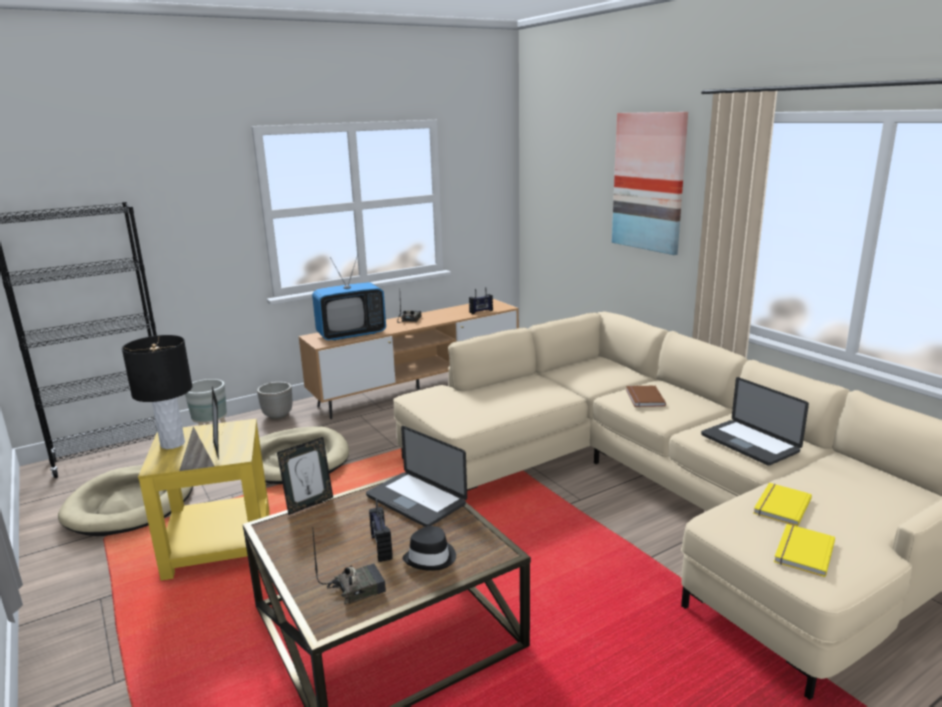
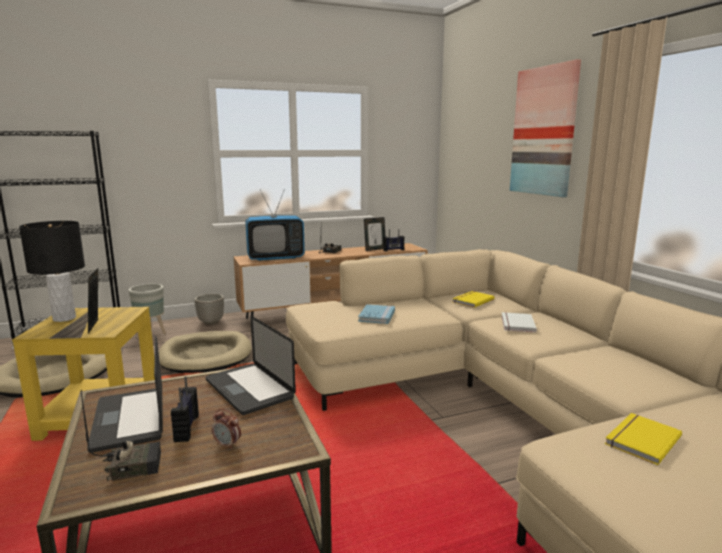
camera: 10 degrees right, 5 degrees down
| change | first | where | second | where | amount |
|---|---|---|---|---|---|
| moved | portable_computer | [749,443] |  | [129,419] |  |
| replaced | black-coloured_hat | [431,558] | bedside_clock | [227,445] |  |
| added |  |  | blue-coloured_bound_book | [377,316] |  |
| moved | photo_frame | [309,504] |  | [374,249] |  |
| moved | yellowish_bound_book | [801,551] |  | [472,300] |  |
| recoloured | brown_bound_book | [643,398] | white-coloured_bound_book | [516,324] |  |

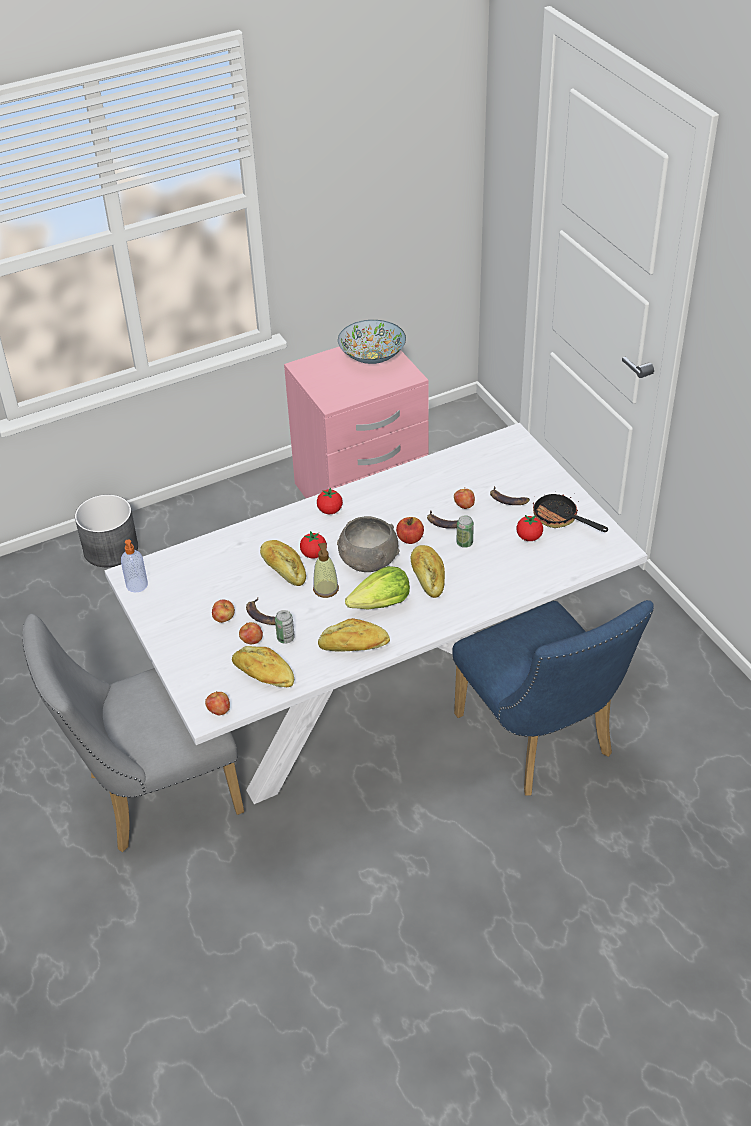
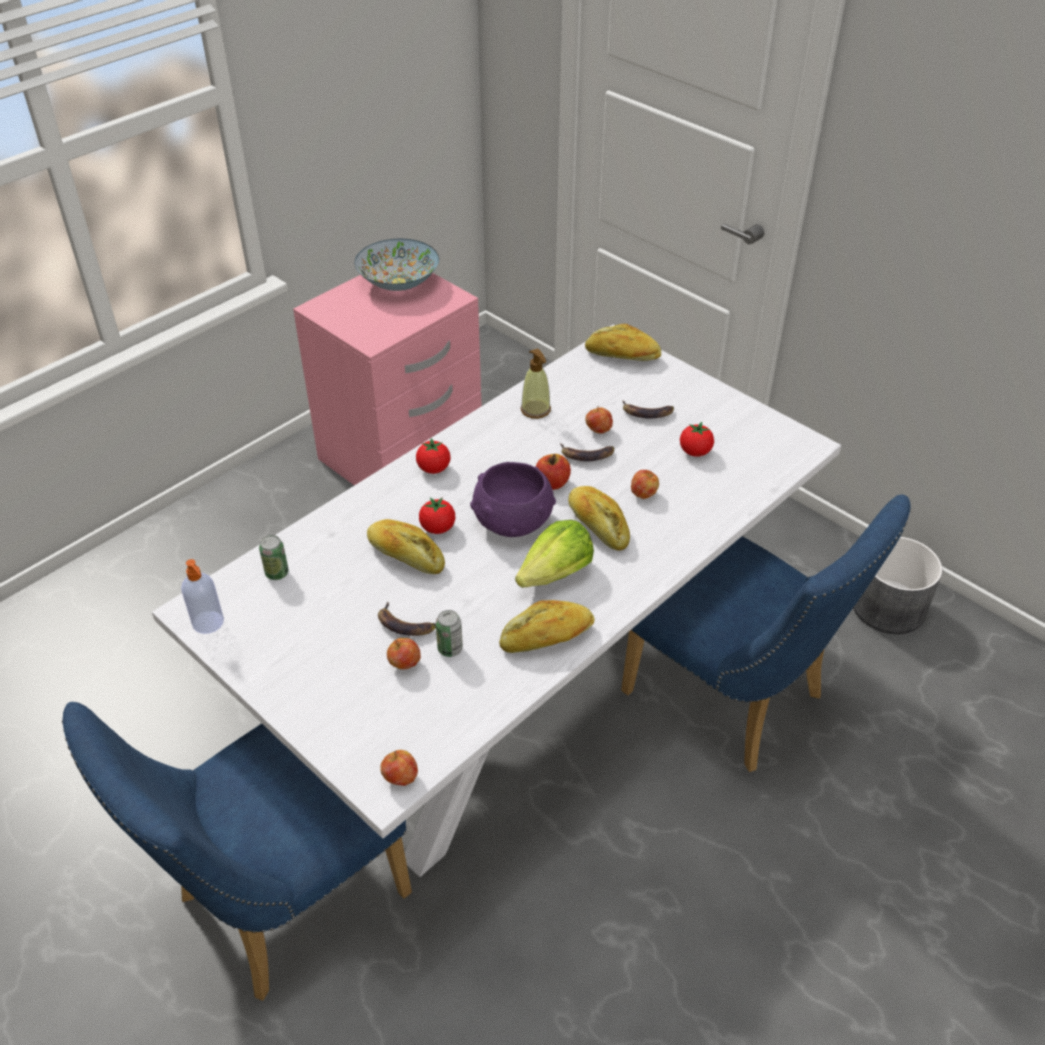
camera: 20 degrees left, 0 degrees up
| change | first | where | second | where | amount |
|---|---|---|---|---|---|
| recoloured | grey_chair | [153,795] | blue-coloured_chair | [278,902] |  |
| moved | can | [464,543] |  | [277,573] |  |
| recoloured | grey_serving_bowl | [368,560] | purple_serving_bowl | [512,521] |  |
| moved | soap_dispenser | [326,589] |  | [535,410] |  |
| moved | bakery_bread | [263,675] |  | [622,355] |  |
| moved | apple_fruit | [224,618] |  | [643,494] |  |
| moved | grey_flower_pot | [110,548] |  | [887,607] |  |
| removed | skillet | [560,519] |  |  |  |

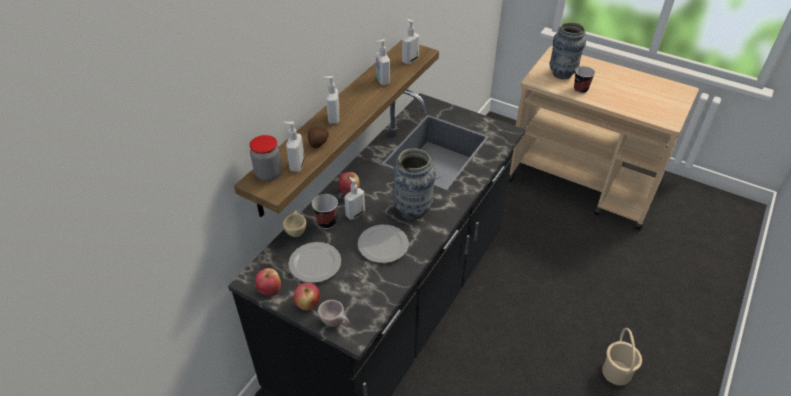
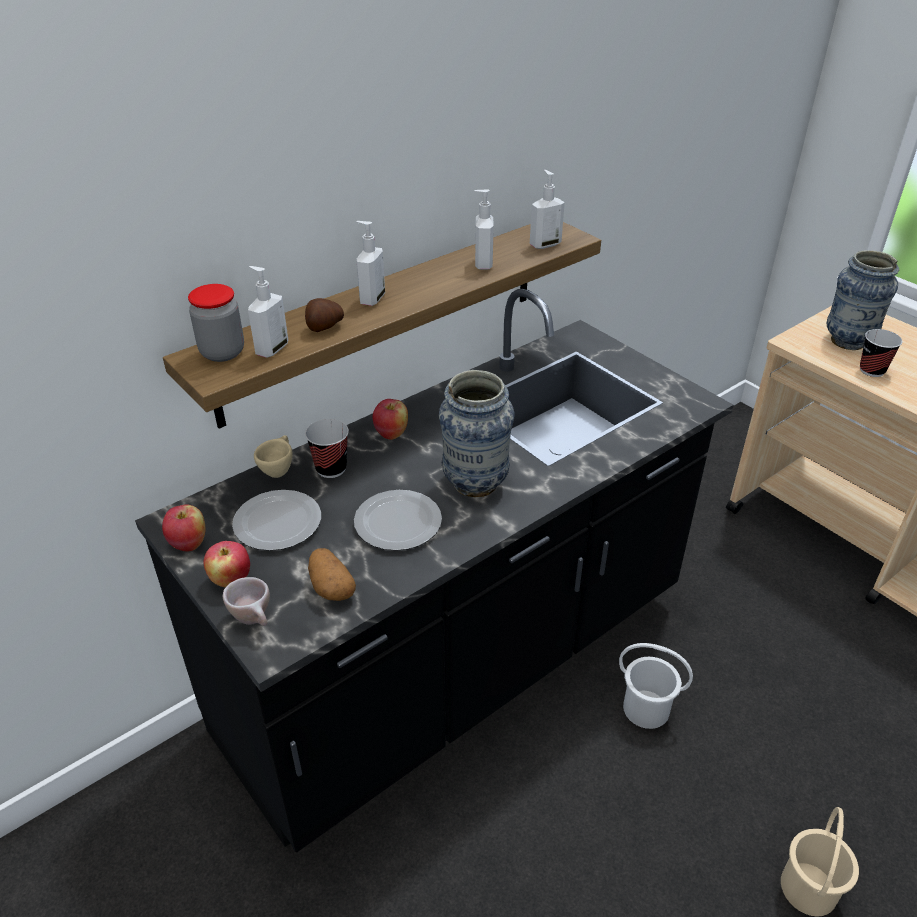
camera: 20 degrees right, 5 degrees down
| change | first | where | second | where | amount |
|---|---|---|---|---|---|
| added |  |  | whole_potato | [331,587] |  |
| added |  |  | white-coloured_water_bucket | [646,708] |  |
| removed | soap_dispenser | [355,214] |  |  |  |

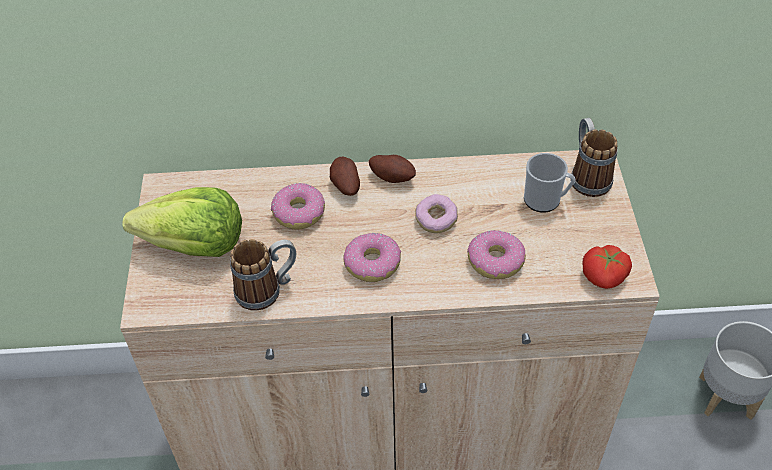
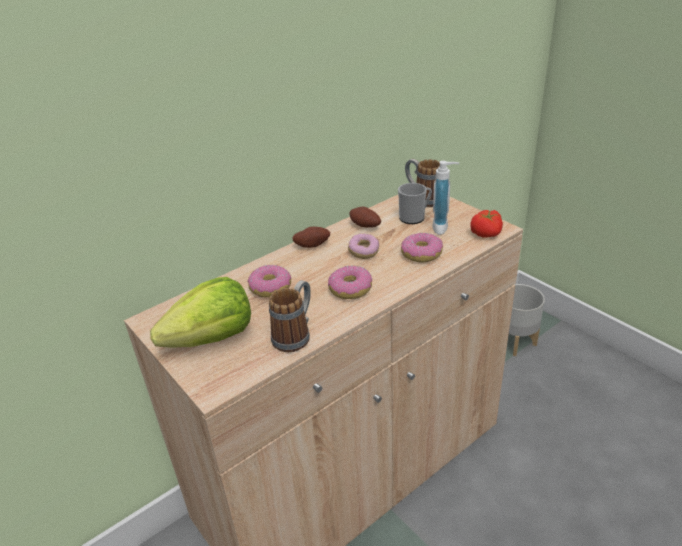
camera: 35 degrees left, 15 degrees down
| change | first | where | second | where | amount |
|---|---|---|---|---|---|
| moved | whole_potato | [345,186] |  | [364,226] |  |
| added |  |  | soap_dispenser | [443,227] |  |

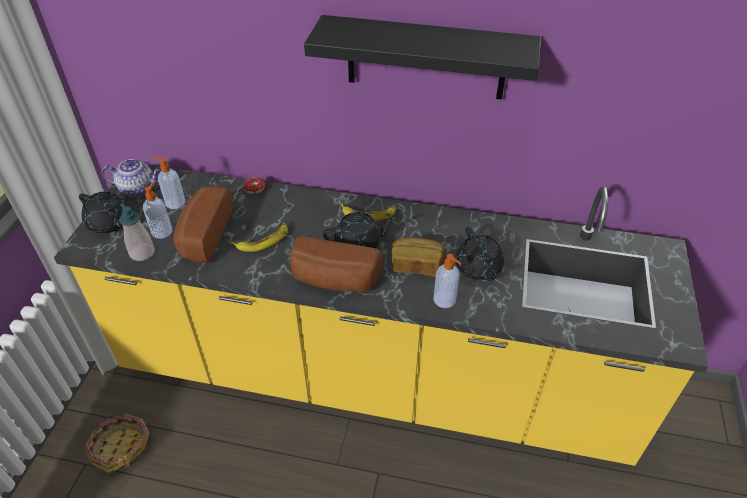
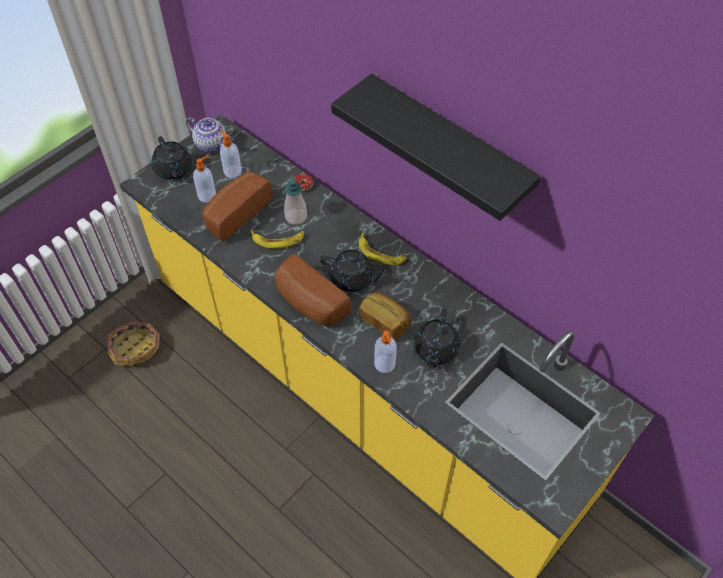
camera: 30 degrees right, 10 degrees up
| change | first | where | second | where | amount |
|---|---|---|---|---|---|
| moved | soap_dispenser | [142,253] |  | [296,217] |  |

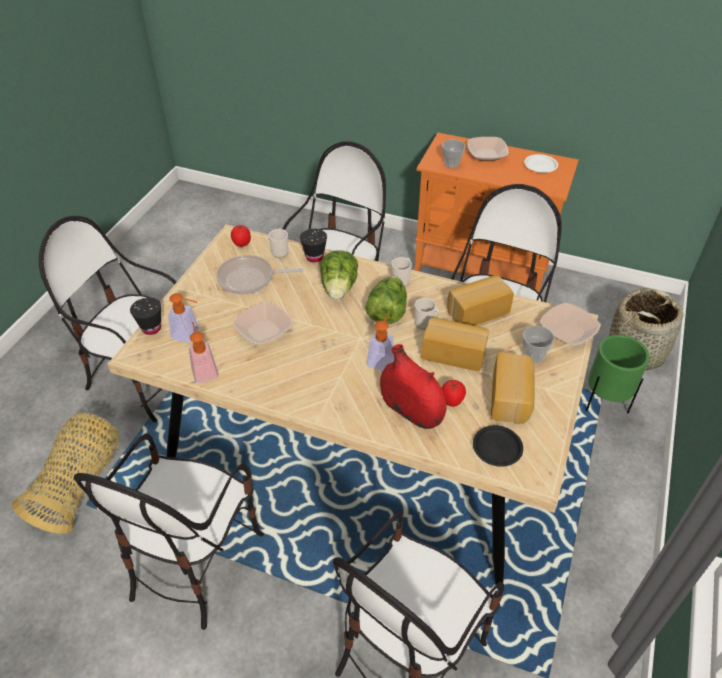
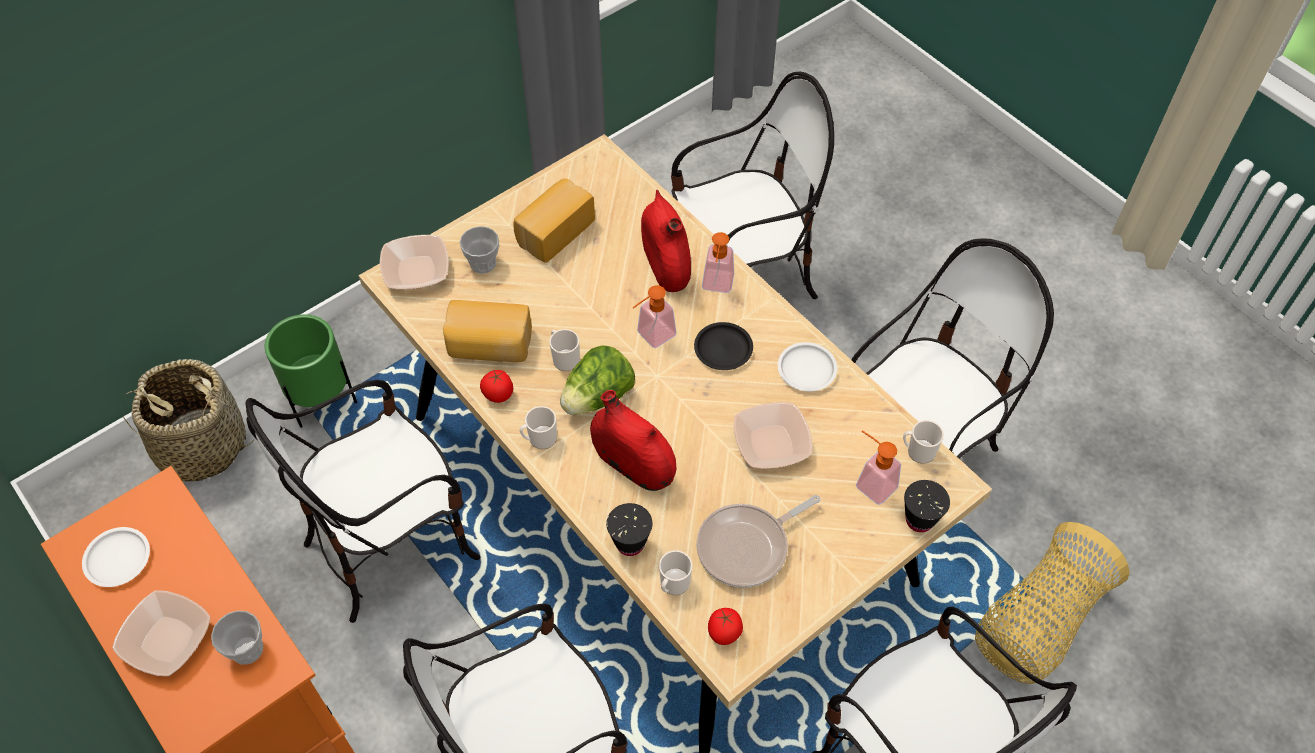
camera: 150 degrees left, 10 degrees up
| change | first | where | second | where | amount |
|---|---|---|---|---|---|
| moved | fresh_tomato | [452,401] |  | [498,395] |  |
| replaced | lettuce | [339,289] | reddish_vase | [633,465] |  |
| moved | black-coloured_plate | [496,448] |  | [723,349] |  |
| turned | skillet | [249,279] |  | [747,547] | 120 degrees clockwise |
| moved | soap_dispenser | [204,369] |  | [716,286] |  |
| added |  |  | white-coloured_plate | [807,369] |  |
| added |  |  | mug | [918,451] |  |
| removed | bakery_bread | [453,352] |  |  |  |

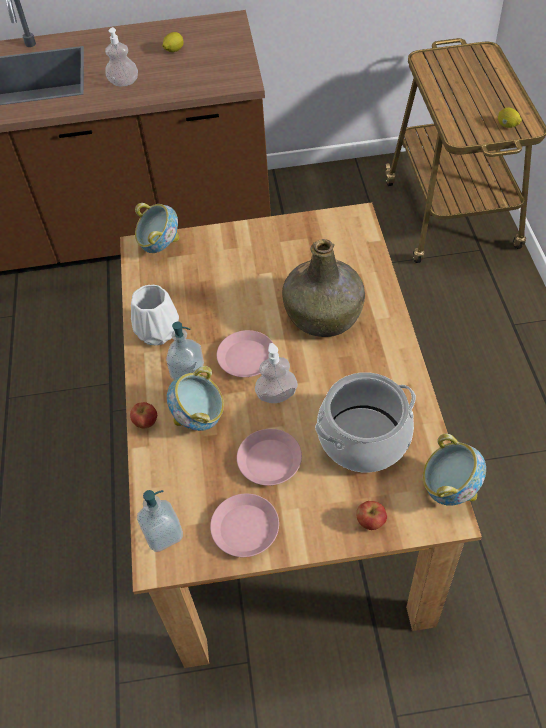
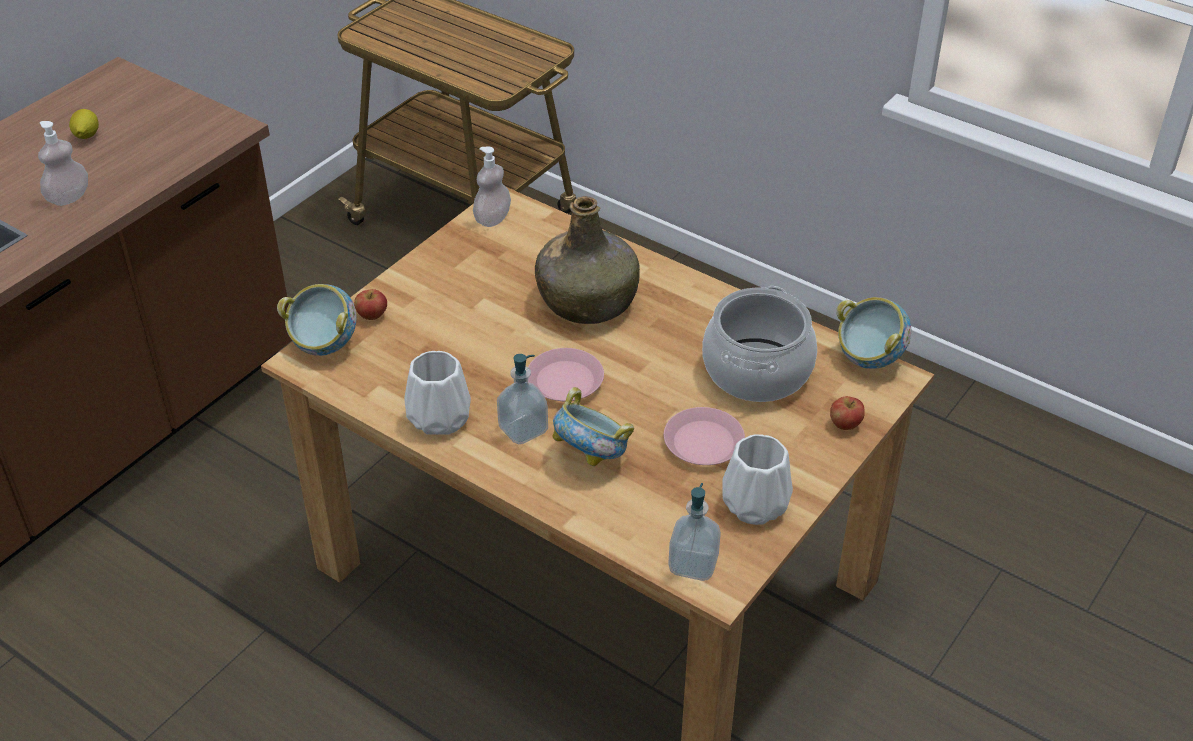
camera: 50 degrees left, 10 degrees down
| change | first | where | second | where | amount |
|---|---|---|---|---|---|
| moved | apple_fruit | [146,422] |  | [372,315] |  |
| moved | soap_dispenser | [277,395] |  | [492,219] |  |
| replaced | pink-coloured_plate | [245,528] | white-coloured_vase | [756,505] |  |
| removed | citrus_fruit | [507,126] |  |  |  |

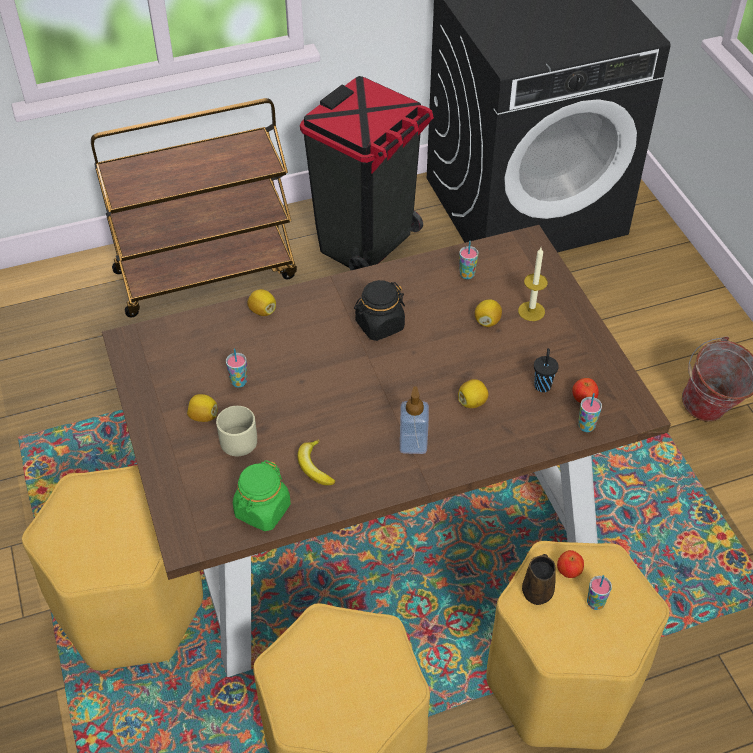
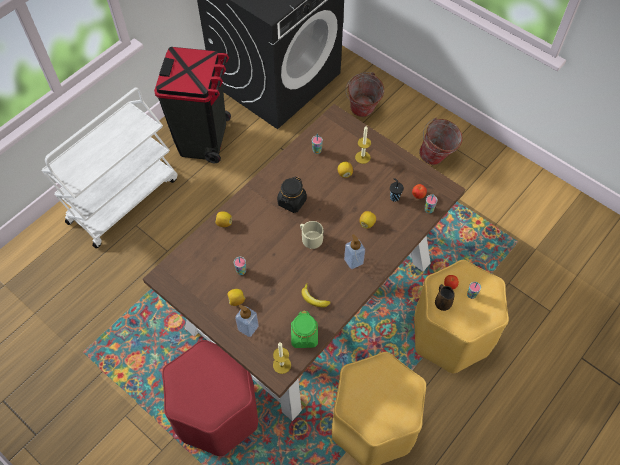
camera: 30 degrees left, 10 degrees up
| change | first | where | second | where | amount |
|---|---|---|---|---|---|
| recoloured | brown_wheeled_cart | [206,273] | white-coloured_wheeled_cart | [123,199] |  |
| recoloured | yellowish_stool_seat | [130,608] | reddish_stool_seat | [217,413] |  |
| added |  |  | soap_dispenser | [248,327] |  |
| added |  |  | wax_light | [282,365] |  |
| moved | beige-coloured_mug | [237,437] |  | [310,238] |  |
| added |  |  | water_bucket | [362,113] |  |

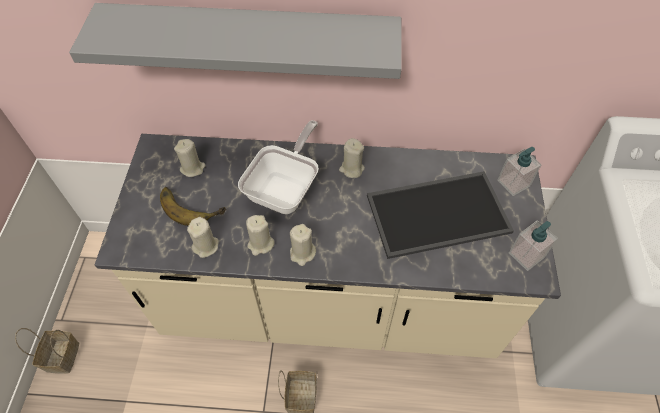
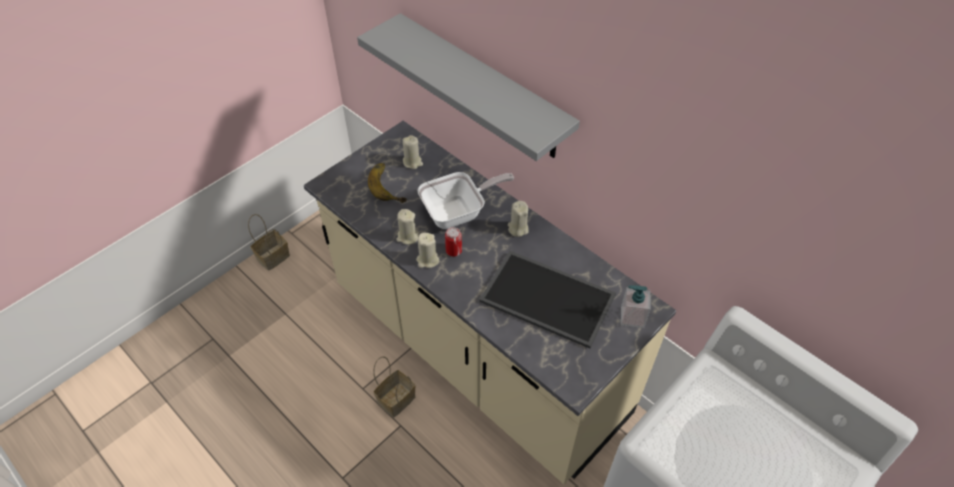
camera: 40 degrees right, 5 degrees down
| change | first | where | second | where | amount |
|---|---|---|---|---|---|
| added |  |  | can | [453,251] |  |
| removed | beige-coloured_wax_light | [206,246] |  |  |  |
| removed | soap_dispenser | [526,255] |  |  |  |

